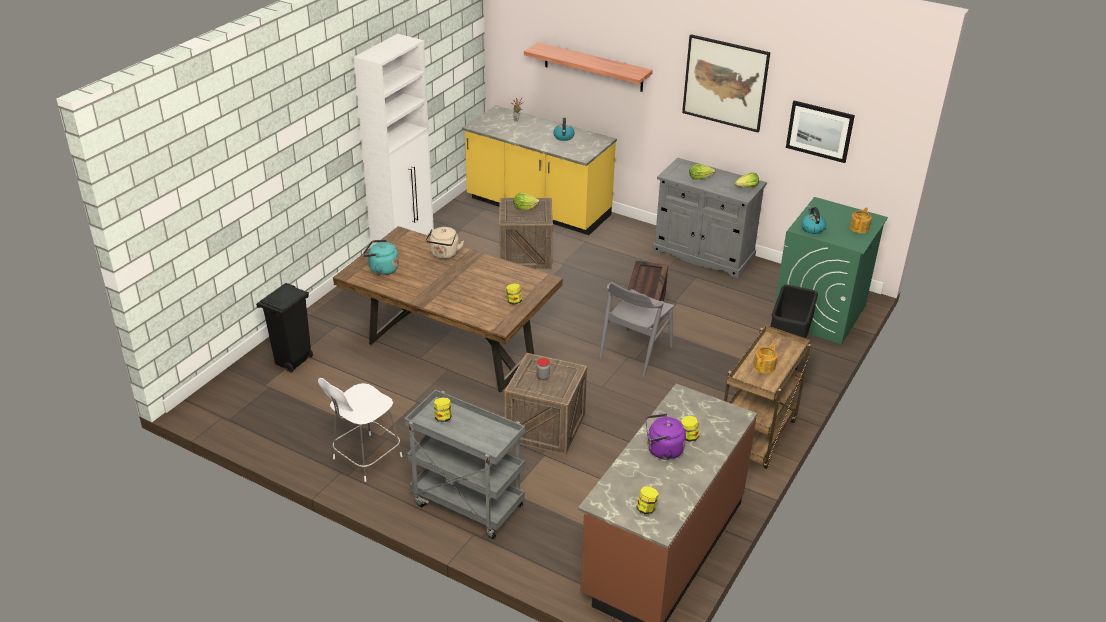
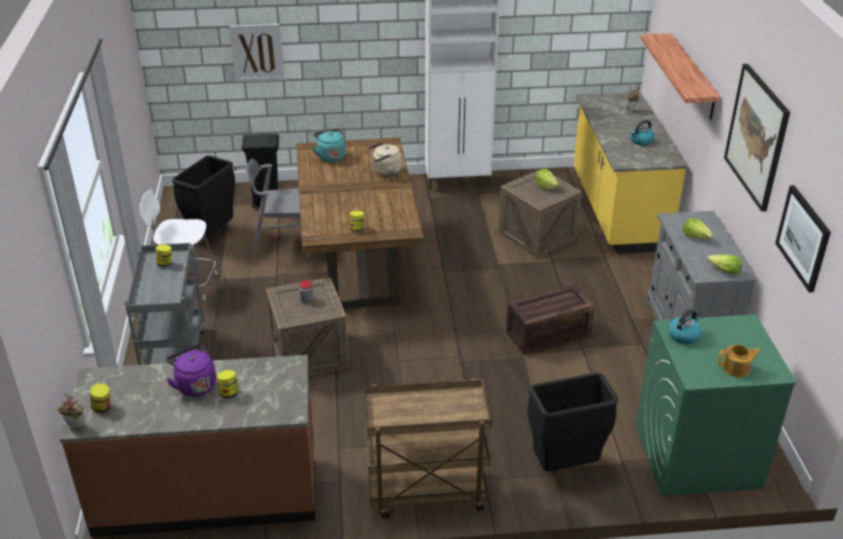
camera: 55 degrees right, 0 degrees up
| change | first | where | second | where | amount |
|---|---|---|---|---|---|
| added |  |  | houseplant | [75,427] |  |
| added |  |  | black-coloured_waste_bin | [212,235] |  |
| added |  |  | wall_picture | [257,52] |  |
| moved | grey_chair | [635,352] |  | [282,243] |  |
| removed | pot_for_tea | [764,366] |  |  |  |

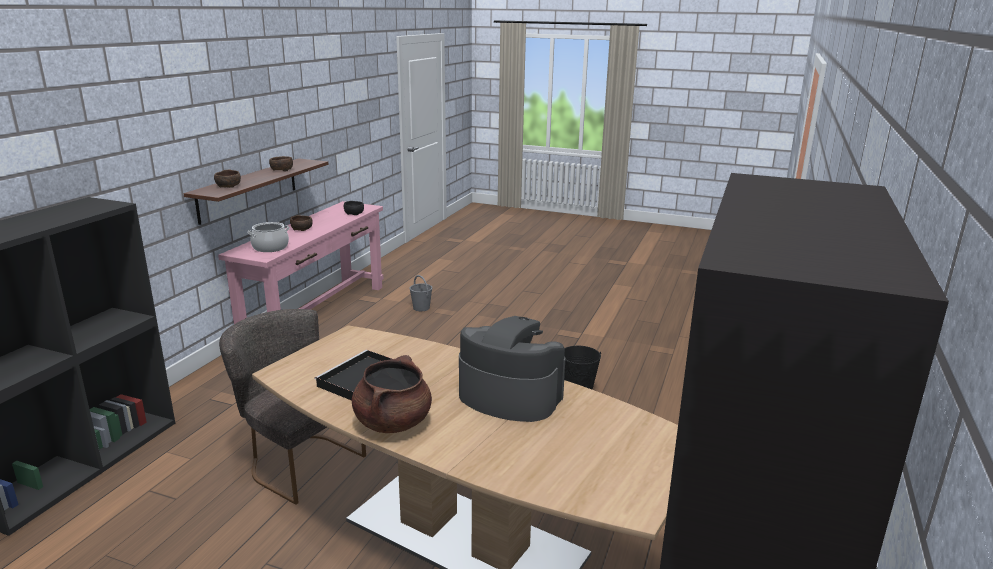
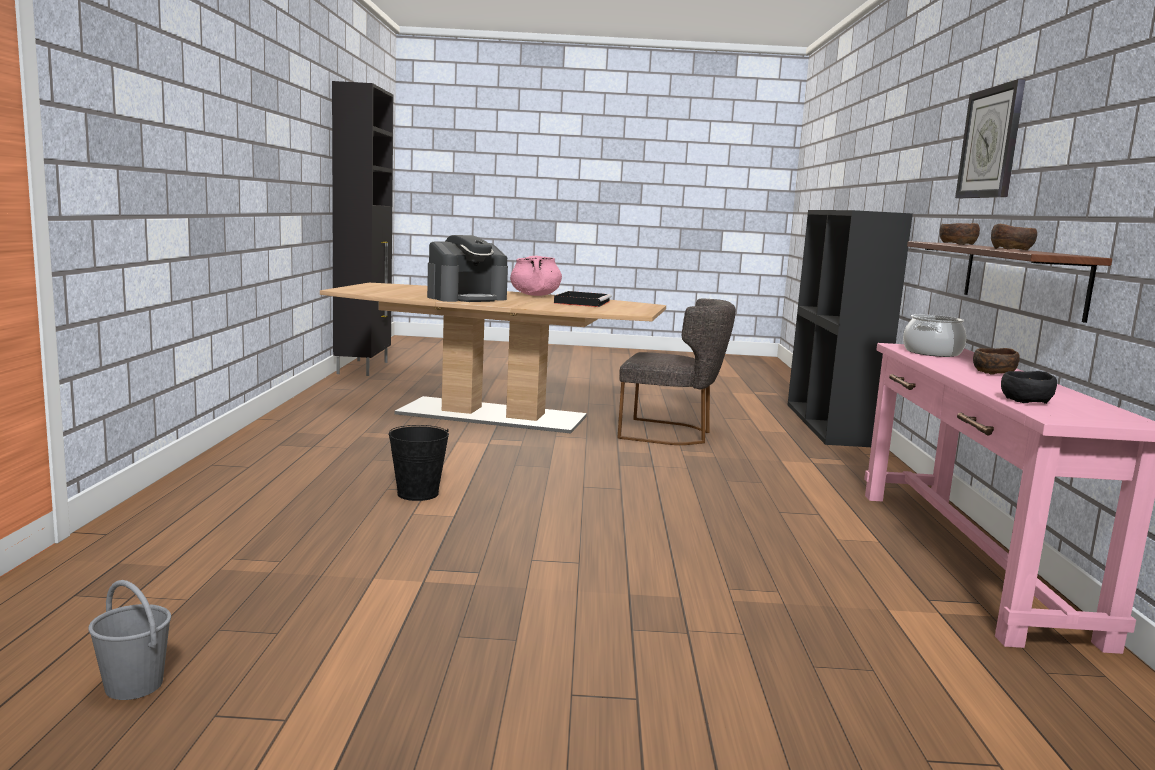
camera: 160 degrees right, 10 degrees down
| change | first | where | second | where | amount |
|---|---|---|---|---|---|
| moved | grey_water_bucket | [421,308] |  | [133,685] |  |
| turned | coffee_brewer | [509,396] |  | [467,298] | 45 degrees counterclockwise |
| recoloured | brown_saucepot | [393,422] | pink-coloured_saucepot | [535,295] |  |
| added |  |  | hanging_clock | [991,143] |  |

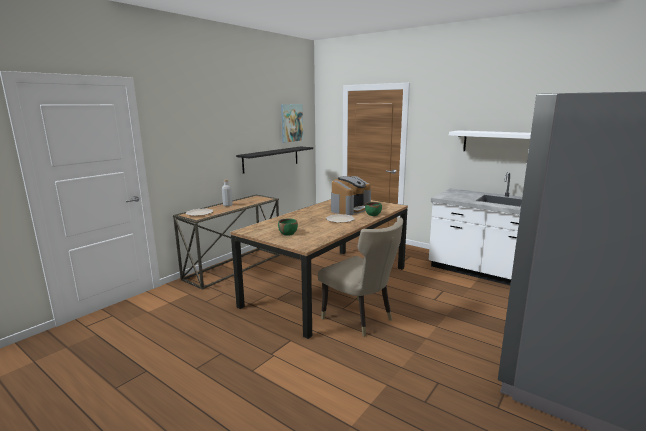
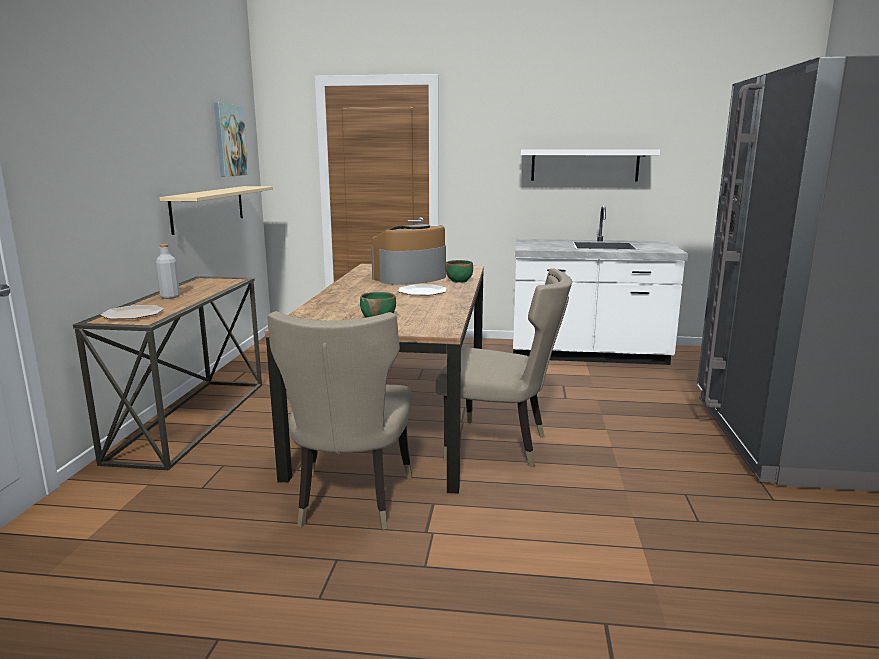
camera: 30 degrees left, 0 degrees up
| change | first | where | second | where | amount |
|---|---|---|---|---|---|
| recoloured | black-coloured_bracket_shelf | [271,159] | beige-coloured_bracket_shelf | [208,208] |  |
| added |  |  | beige-coloured_chair | [350,502] |  |
| turned | coffee_brewer | [350,209] |  | [410,278] | 135 degrees counterclockwise |

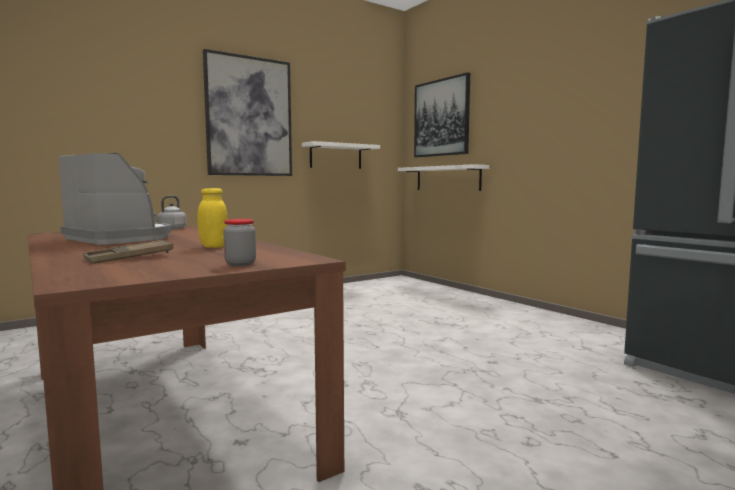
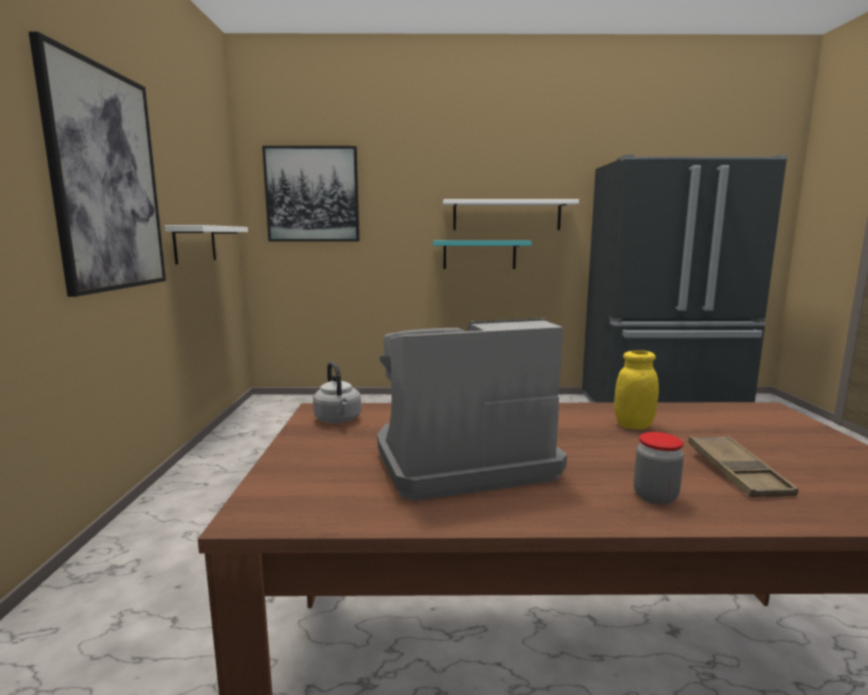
camera: 55 degrees left, 5 degrees up
| change | first | where | second | where | amount |
|---|---|---|---|---|---|
| added |  |  | turquoise-coloured_bracket_shelf | [479,254] |  |
| moved | white-coloured_bracket_shelf | [447,178] |  | [507,215] |  |
| moved | storage_jar | [240,264] |  | [655,496] |  |

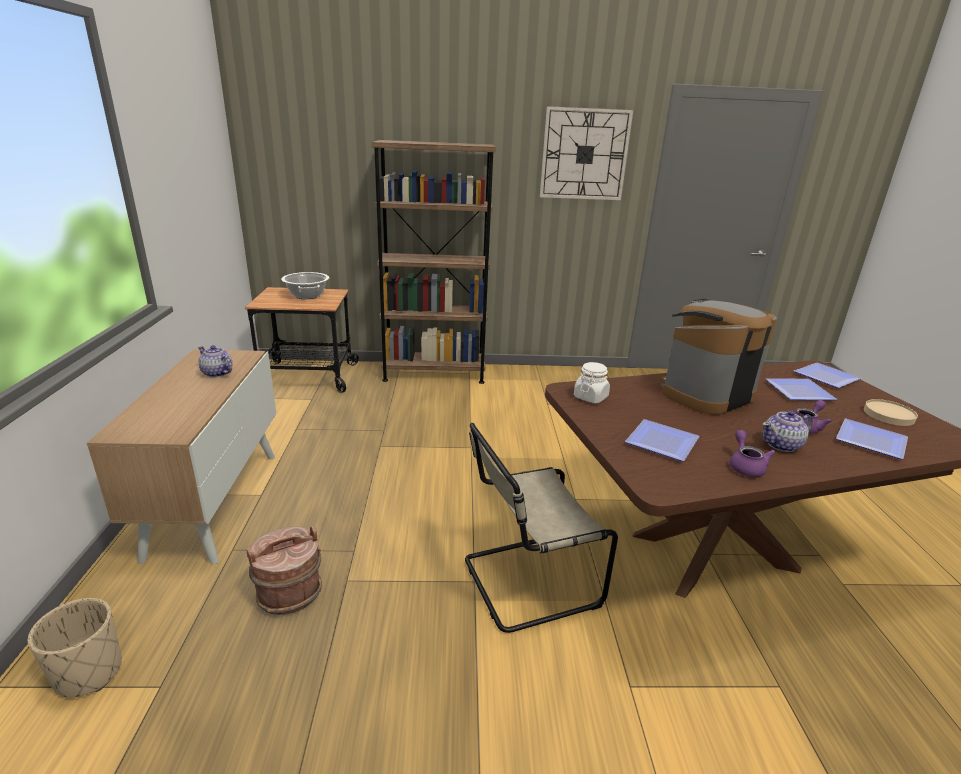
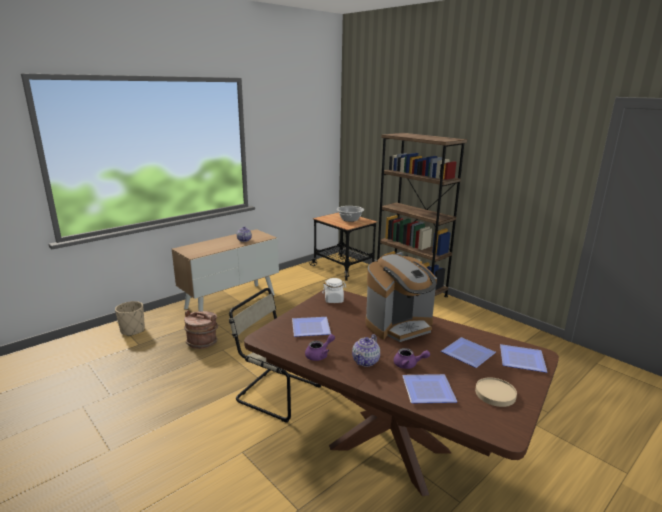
camera: 50 degrees right, 5 degrees down
| change | first | where | second | where | amount |
|---|---|---|---|---|---|
| turned | pot_for_tea | [782,445] |  | [366,361] | 90 degrees counterclockwise |
| turned | coffee_brewer | [704,393] |  | [399,326] | 135 degrees clockwise |
| removed | hanging_clock | [584,154] |  |  |  |

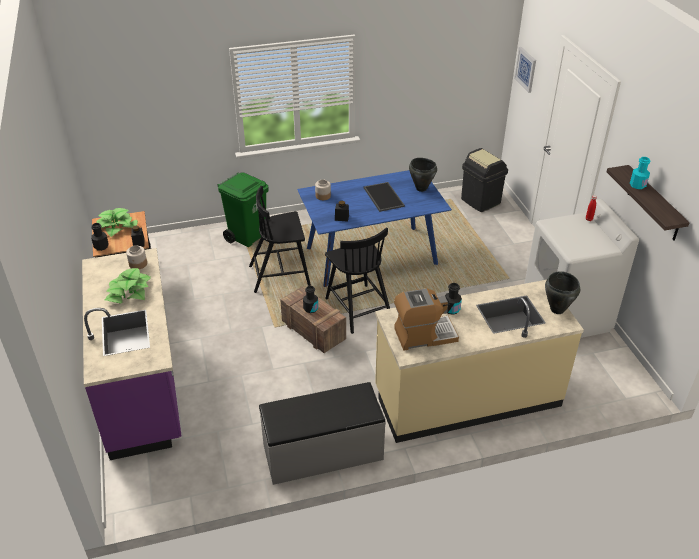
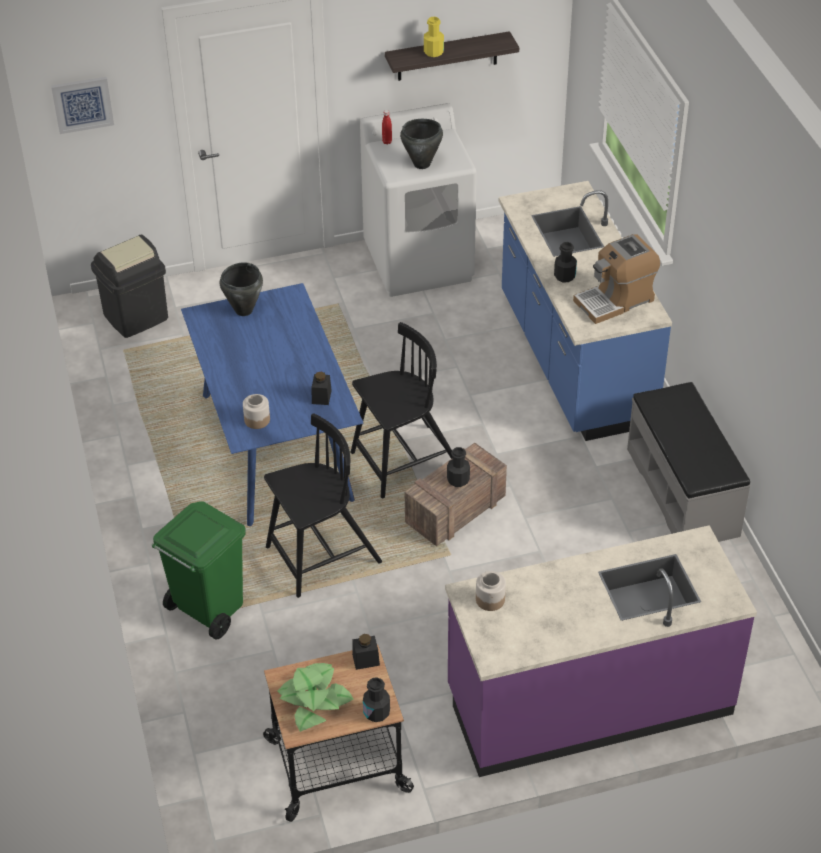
camera: 90 degrees left, 5 degrees up
| change | first | where | second | where | amount |
|---|---|---|---|---|---|
| turned | black-coloured_chair | [280,275] |  | [321,556] | 105 degrees counterclockwise |
| moved | black-coloured_saucepot | [557,310] |  | [422,164] |  |
| recoloured | turquoise-coloured_bottle | [637,185] | yellowish_bottle | [433,52] |  |
| recoloured | beige-coloured_kitchen_counter | [466,397] | blue-coloured_kitchen_counter | [573,361] |  |
| turned | coffee_brewer | [424,335] |  | [615,300] | 105 degrees counterclockwise |
| removed | houseplant | [129,292] |  |  |  |
| removed | serving_tray | [382,197] |  |  |  |

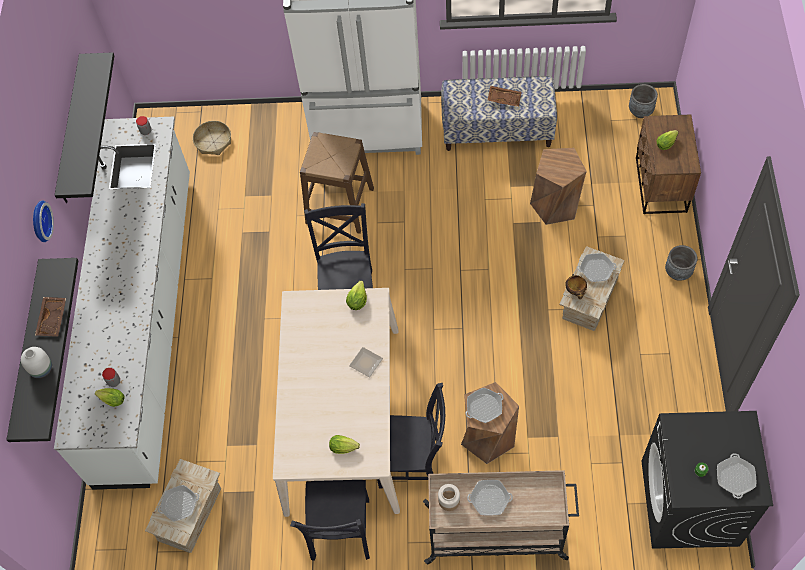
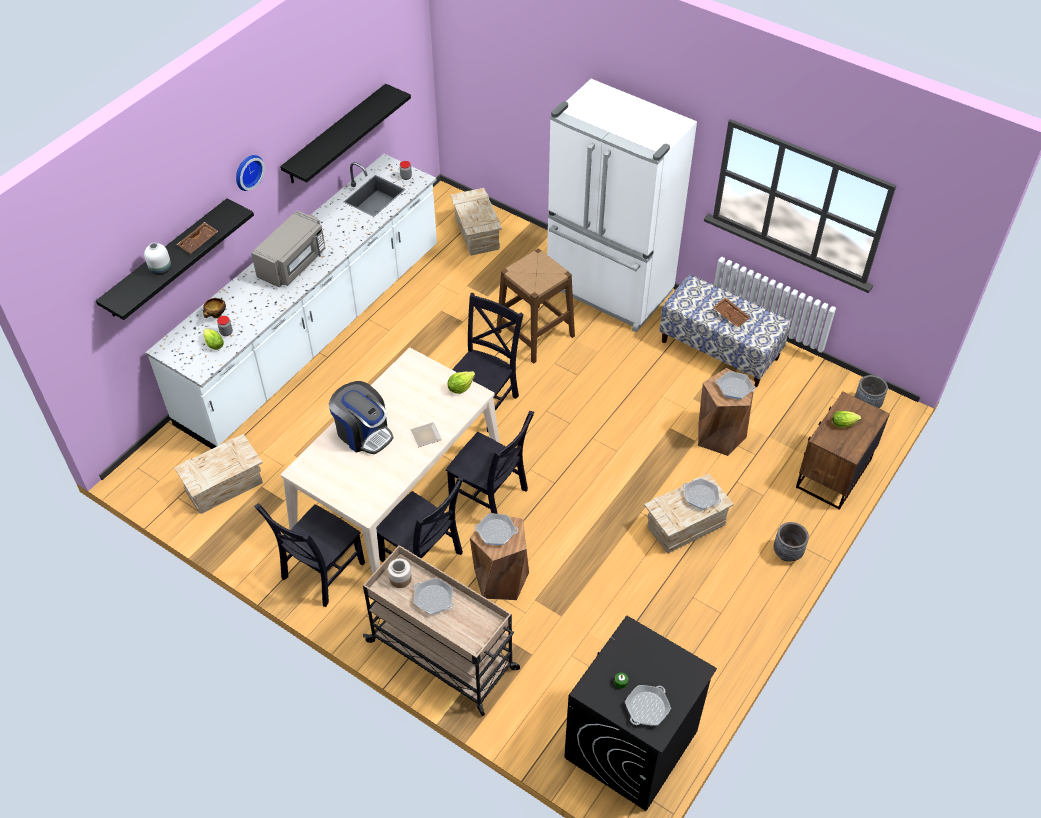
camera: 30 degrees right, 10 degrees down
| change | first | where | second | where | amount |
|---|---|---|---|---|---|
| moved | serving_bowl | [575,291] |  | [216,315] |  |
| added |  |  | grey_microwave_oven | [293,263] |  |
| added |  |  | coffee_brewer | [363,433] |  |
| added |  |  | black-coloured_chair | [491,497] |  |
| replaced | storage_basket | [213,142] | shipping_crate | [477,234] |  |
| moved | skillet | [179,504] |  | [734,388] |  |
| removed | lettuce | [345,447] |  |  |  |

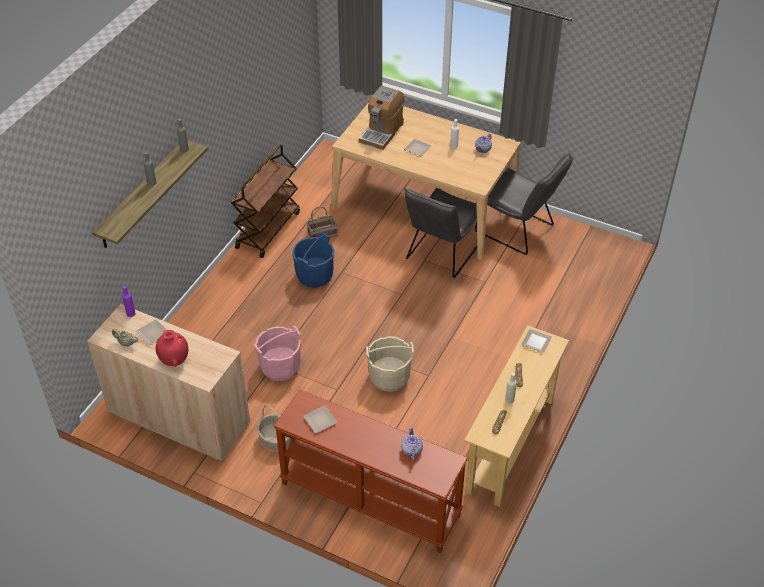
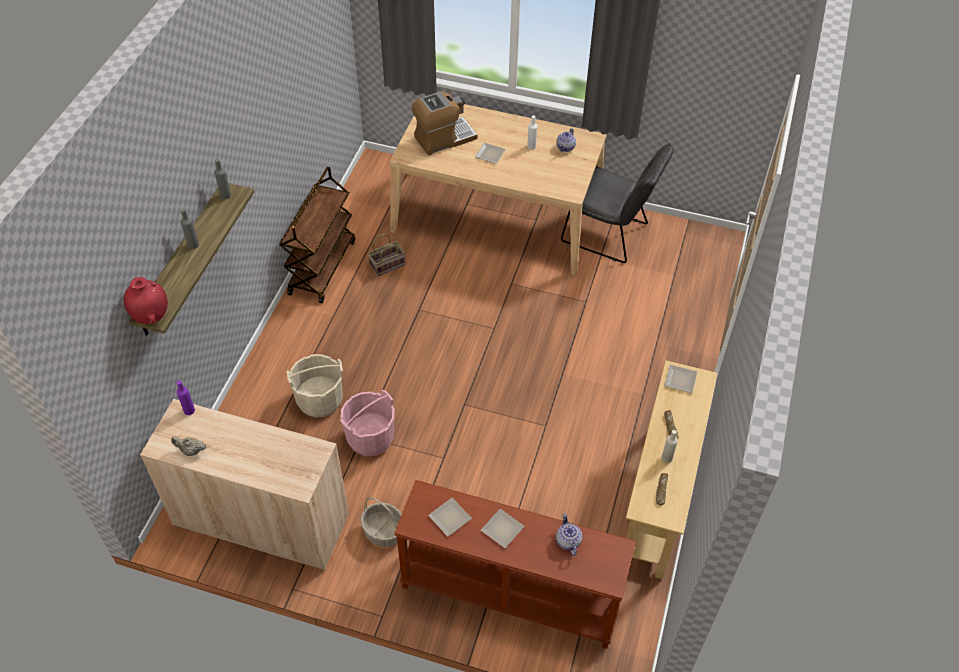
camera: 10 degrees left, 5 degrees up
| change | first | where | second | where | amount |
|---|---|---|---|---|---|
| moved | reddish_vase | [174,360] |  | [151,316] |  |
| moved | beige-coloured_water_bucket | [389,377] |  | [320,400] |  |
| turned | coffee_brewer | [382,132] |  | [444,138] | 135 degrees counterclockwise |
| moved | plate | [154,333] |  | [504,529] |  |
| removed | blue-coloured_water_bucket | [314,275] |  |  |  |
| removed | grey_chair | [441,253] |  |  |  |

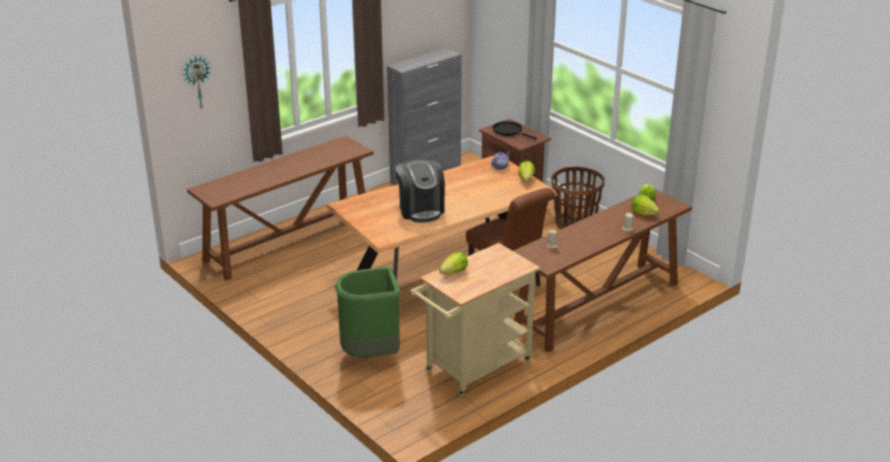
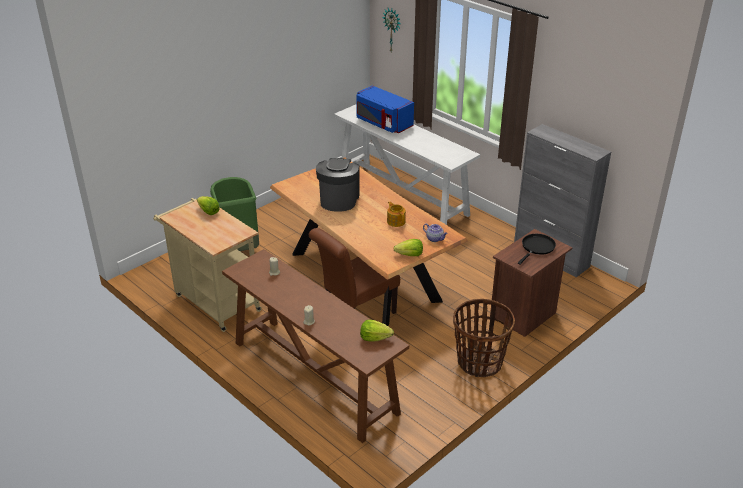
camera: 85 degrees right, 5 degrees up
| change | first | where | second | where | amount |
|---|---|---|---|---|---|
| turned | coffee_brewer | [420,209] |  | [338,199] | 120 degrees clockwise |
| recoloured | brown_narrow_table | [289,241] | white-coloured_narrow_table | [403,195] |  |
| added |  |  | blue-coloured_microwave_oven | [383,123] |  |
| added |  |  | pot_for_tea | [396,221] |  |
| removed | lettuce | [644,213] |  |  |  |

